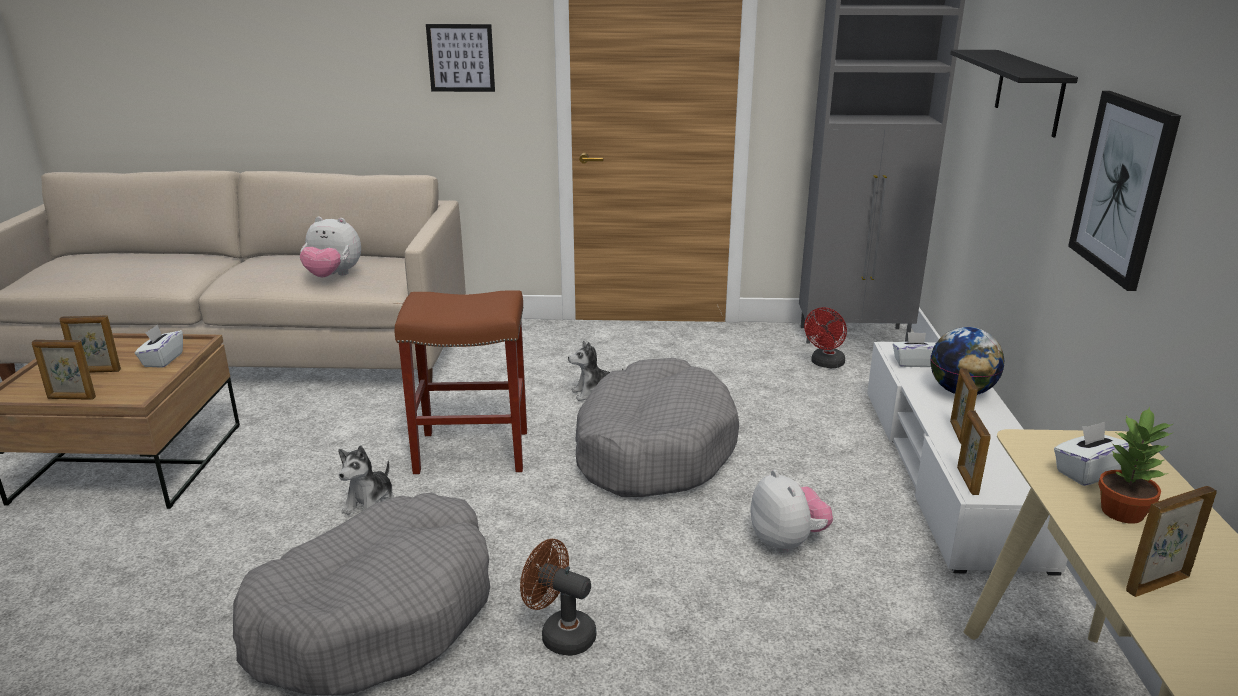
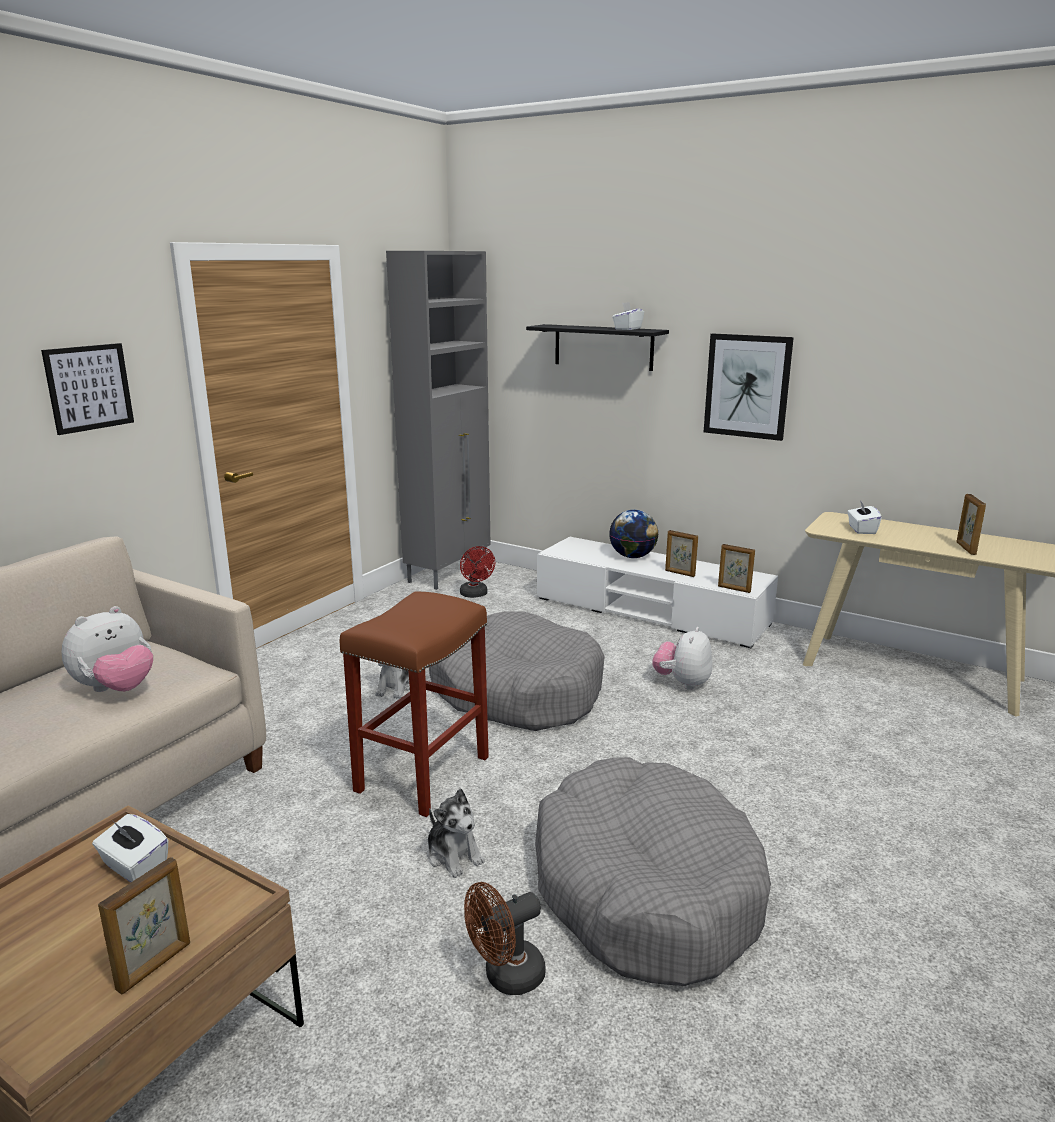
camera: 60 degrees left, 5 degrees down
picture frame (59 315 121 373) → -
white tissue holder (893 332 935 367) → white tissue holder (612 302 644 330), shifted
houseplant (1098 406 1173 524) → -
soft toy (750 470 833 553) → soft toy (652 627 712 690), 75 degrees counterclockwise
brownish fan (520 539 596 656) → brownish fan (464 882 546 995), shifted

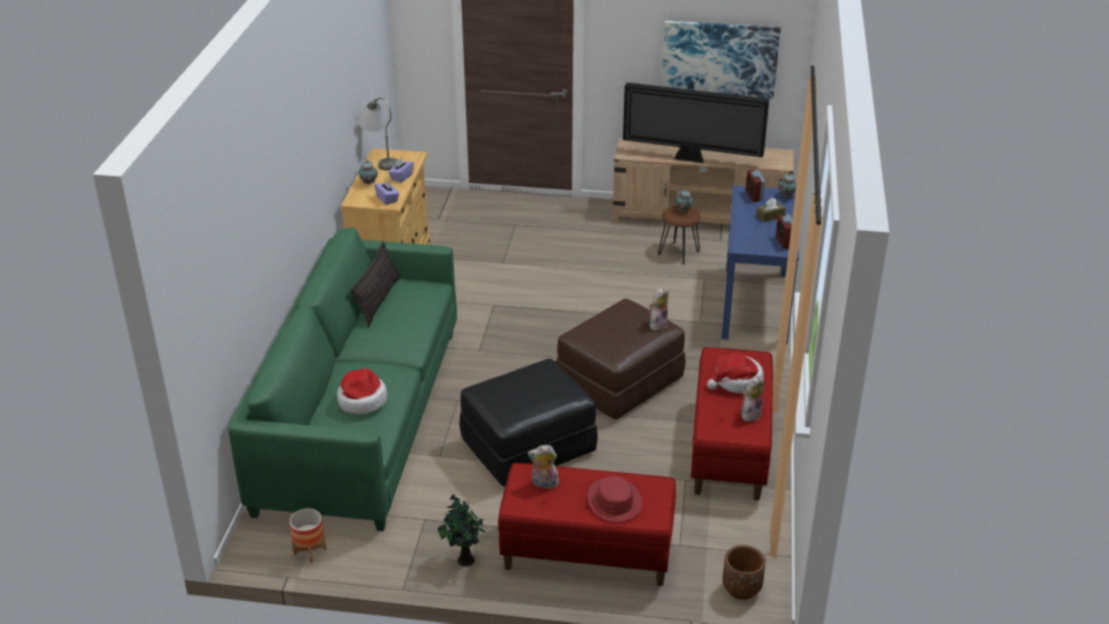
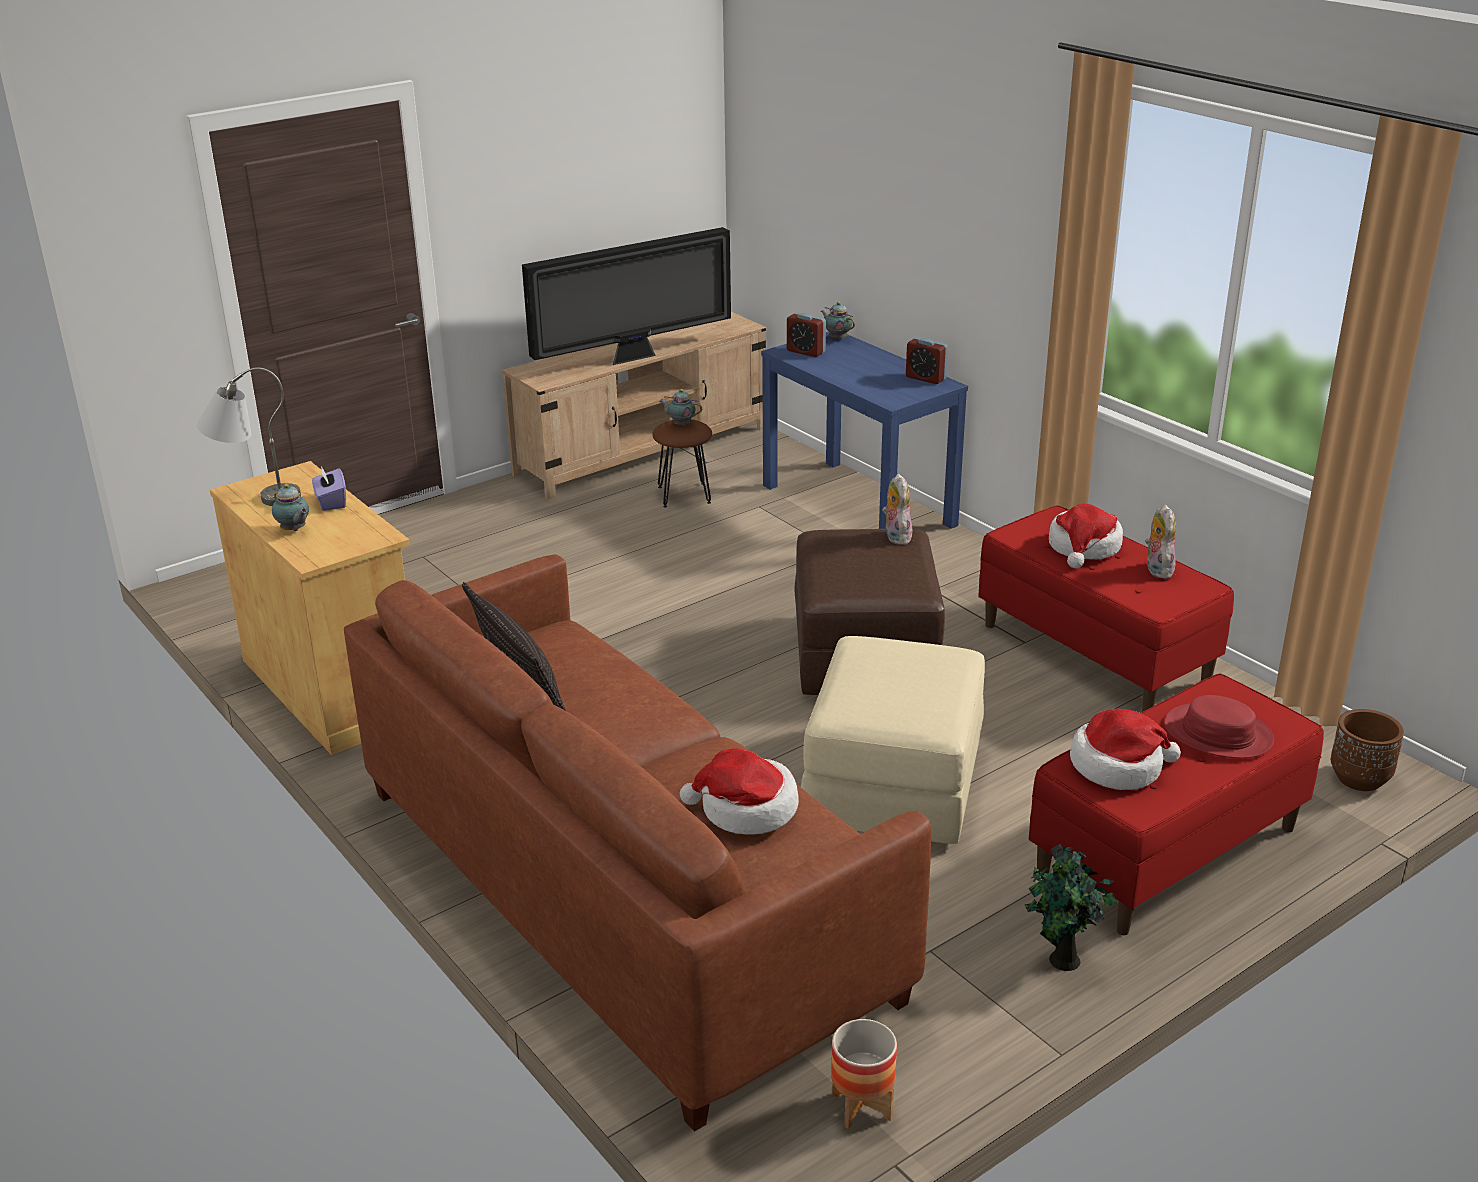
camera: 45 degrees left, 5 degrees down
wall art (662 21 781 99) → -
purple tissue holder (374 179 399 205) → -
brownish tissue holder (757 198 785 222) → -
green-coloured couch (228 228 457 531) → brownish couch (344 554 931 1132)
black pouffe (459 359 598 487) → beige-coloured pouffe (801 636 985 844)
soft toy (528 445 559 489) → wearable hat (1070 708 1181 790)

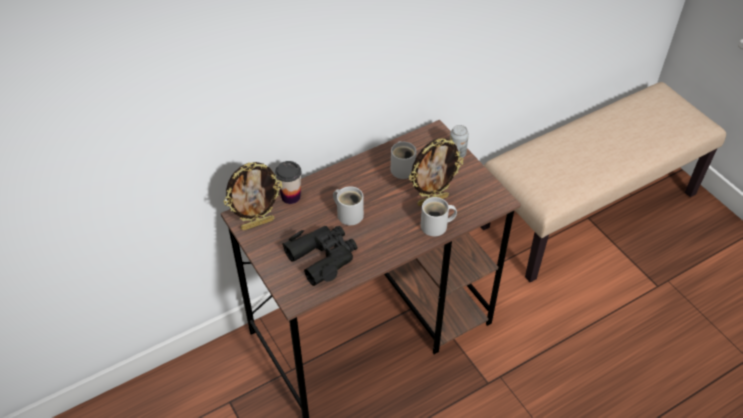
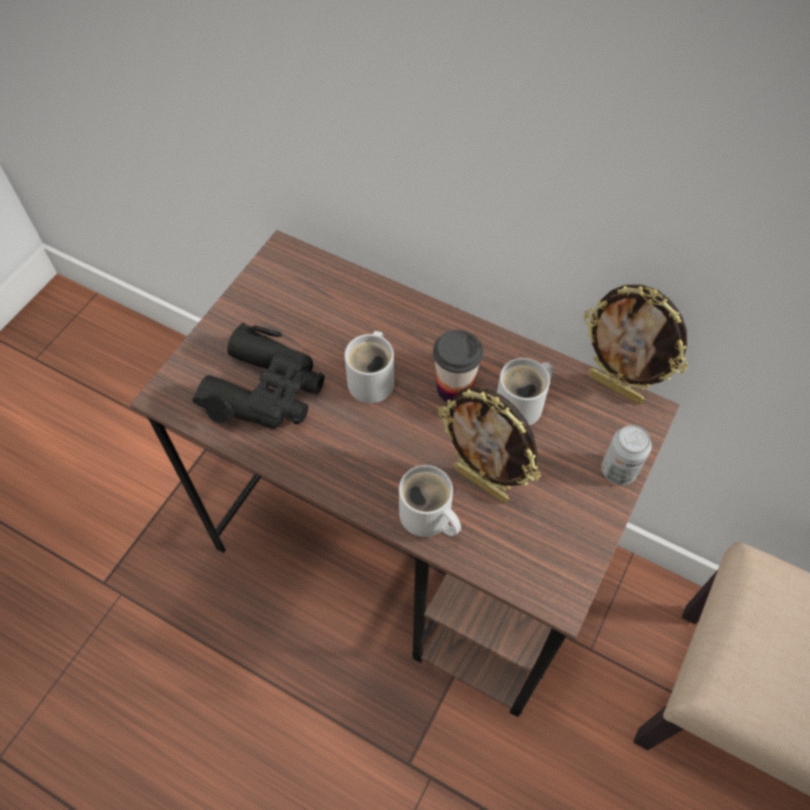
camera: 60 degrees right, 10 degrees up
small cup (275 161 302 204) → small cup (433 330 483 403), shifted
picture frame (224 162 282 231) → picture frame (584 285 688 404), shifted

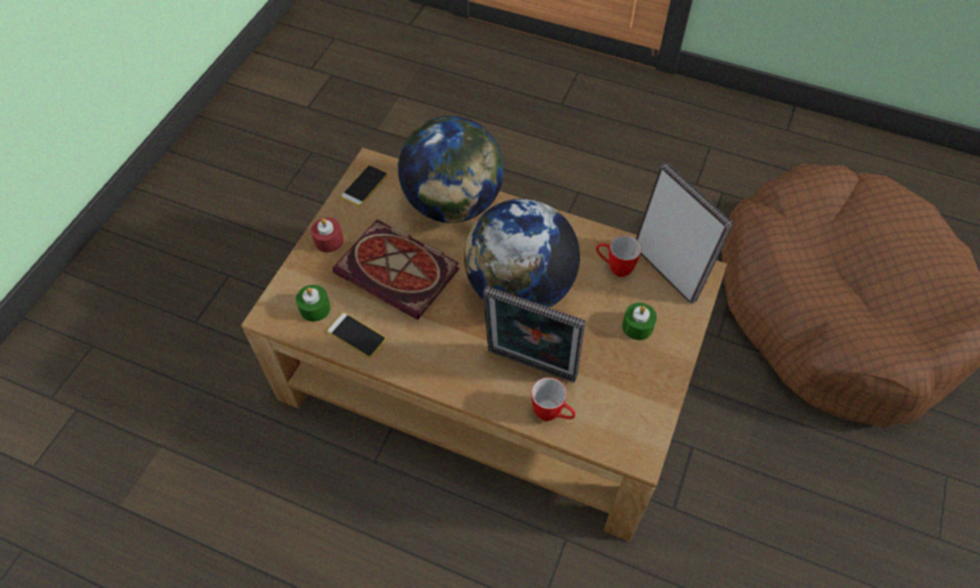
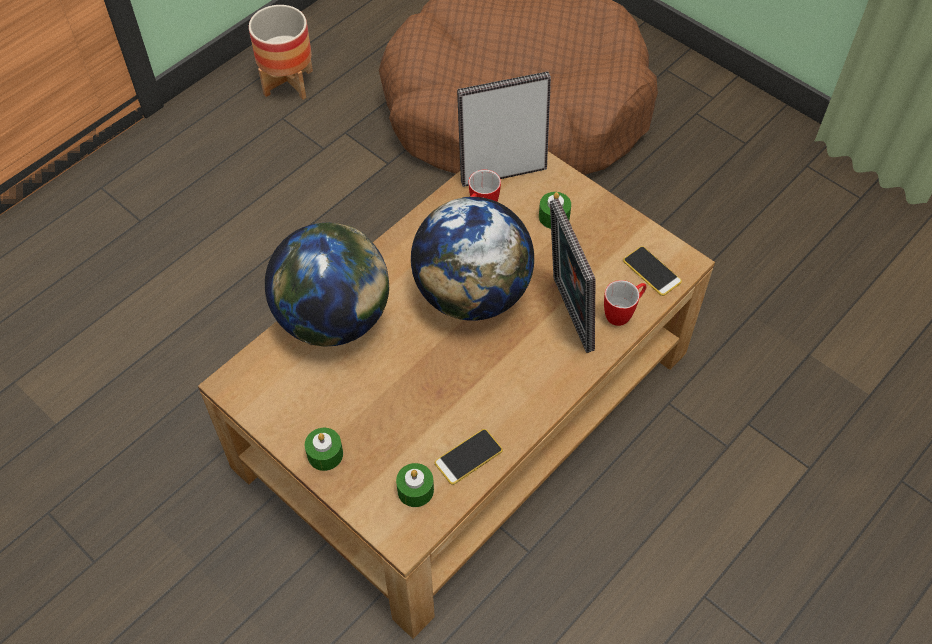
camera: 70 degrees left, 0 degrees up
handset (341 165 388 207) → handset (623 246 682 296), shifted
reddish wax light (311 217 344 252) → green-coloured wax light (305 428 343 471)
bound book (333 220 459 320) → -
picture frame (483 286 586 383) → picture frame (550 199 596 353), 120 degrees clockwise
- → plant pot (249 5 313 100)

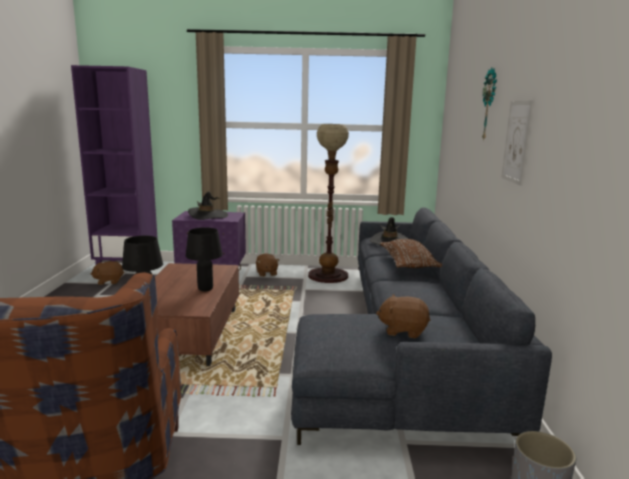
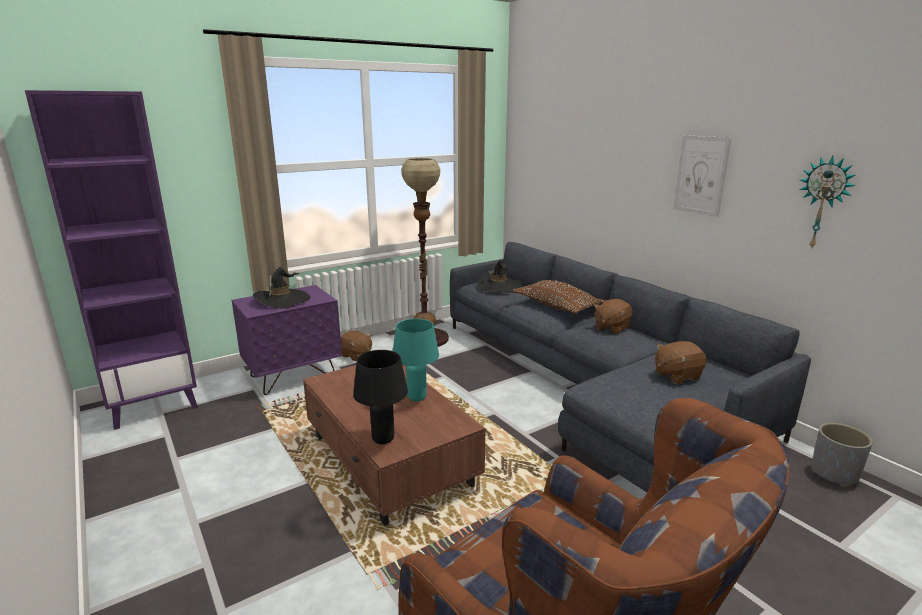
camera: 35 degrees left, 5 degrees up
wall clock (482 67 497 141) → wall clock (800 156 856 250), shifted
black lamp for a table (186 227 223 291) → blue-green lamp for a table (393 319 439 401)
brownish soft toy (90 261 124 285) → brownish soft toy (594 299 632 334), shifted

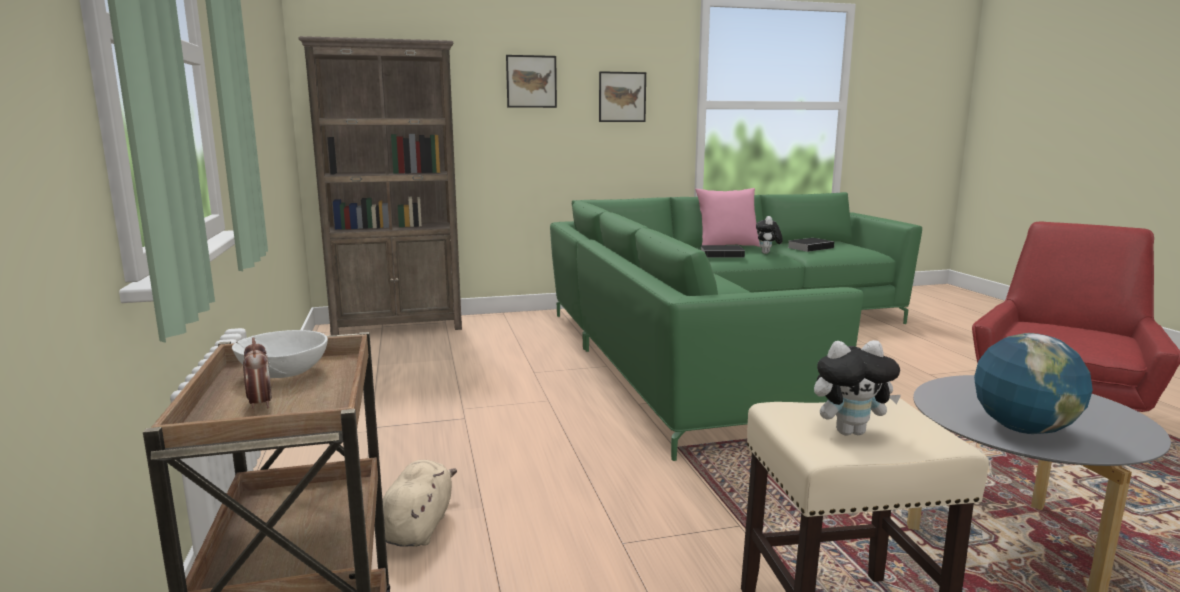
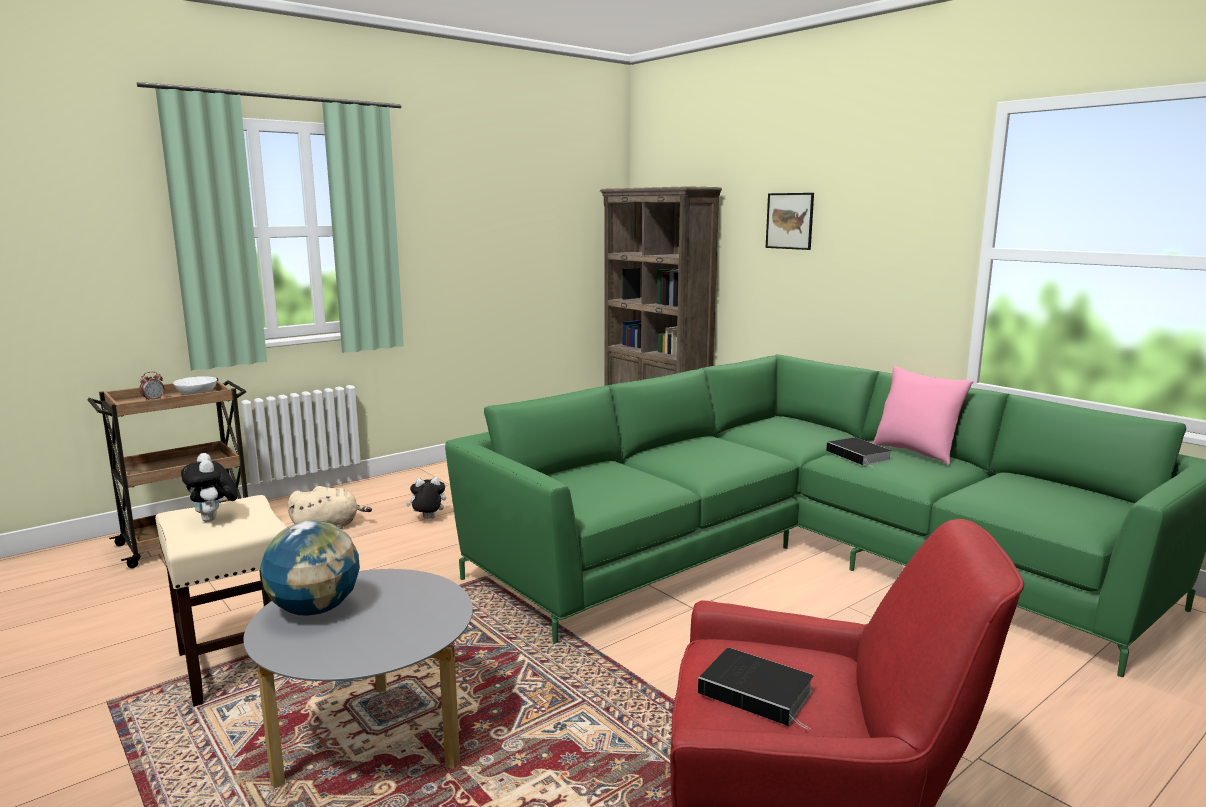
camera: 65 degrees right, 0 degrees up
wall art (599 71 646 122) → -
soft toy (756 216 783 254) → soft toy (406 477 446 519), shifted
bound book (787 238 834 252) → bound book (698 648 814 730), shifted

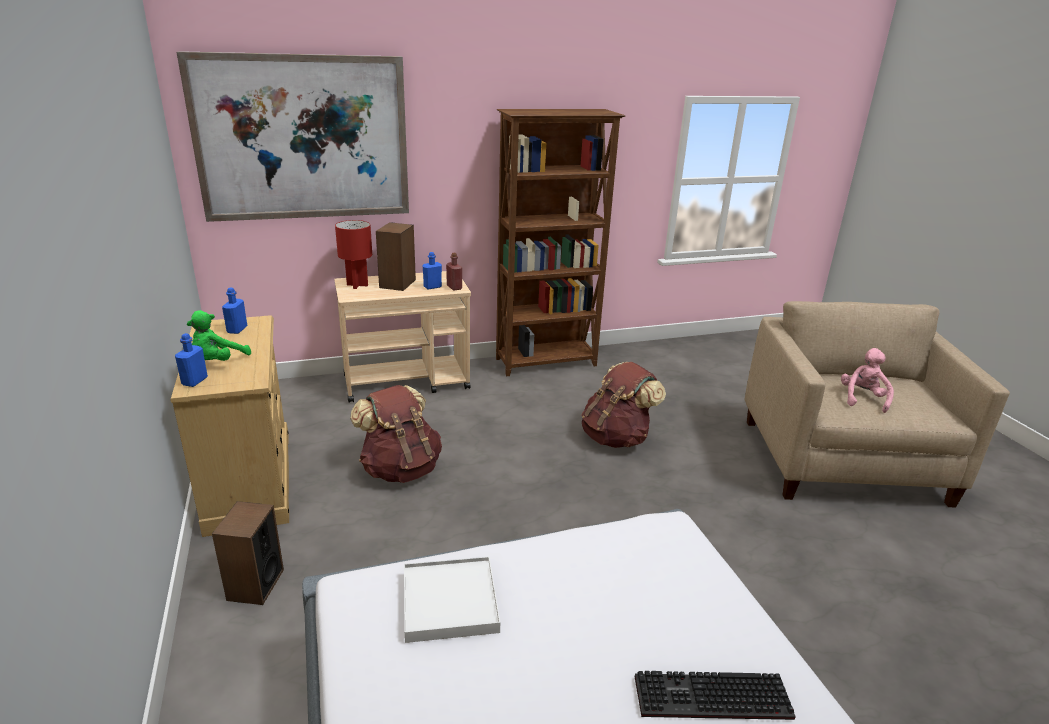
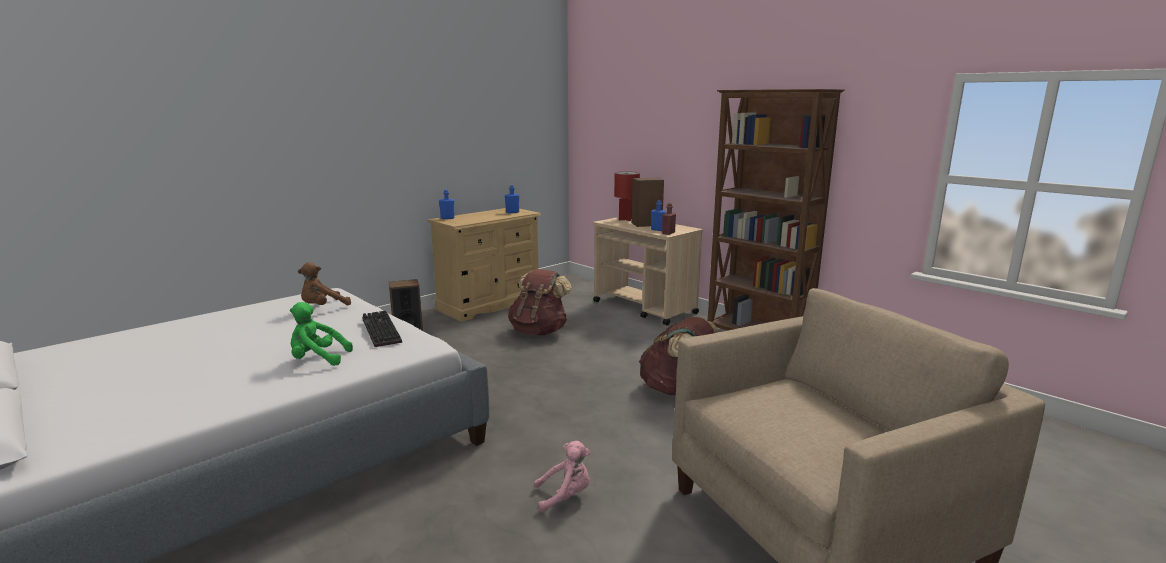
camera: 65 degrees right, 10 degrees down
wall art (177 51 409 222) → -
green-coloured soft toy (187 310 251 361) → green-coloured soft toy (290 302 353 366), shifted
pink-coloured soft toy (841 348 894 413) → pink-coloured soft toy (534 441 590 512), shifted
white serving tray (404 556 500 643) → brownish soft toy (298 262 351 306)
keyboard (635 671 796 720) → keyboard (362 311 402 347), shifted

